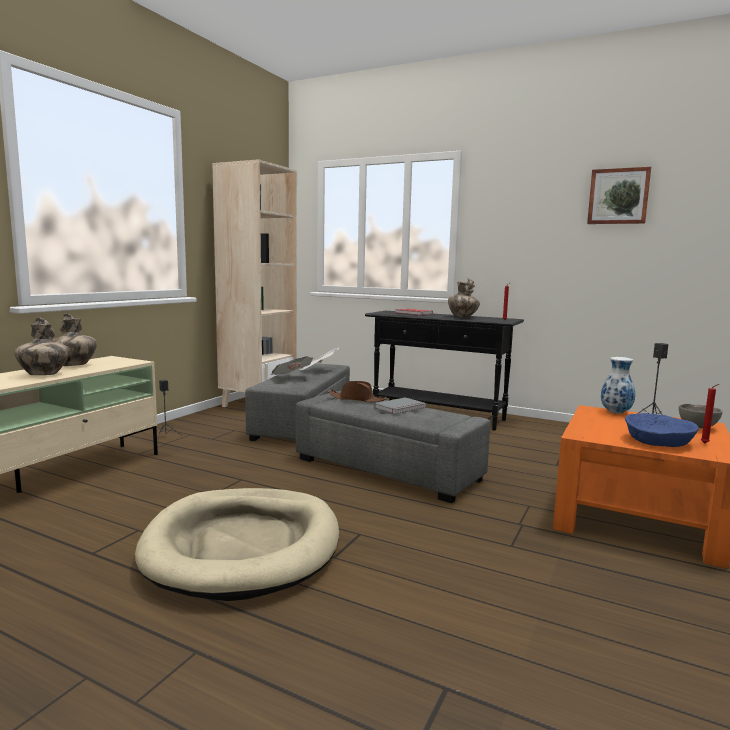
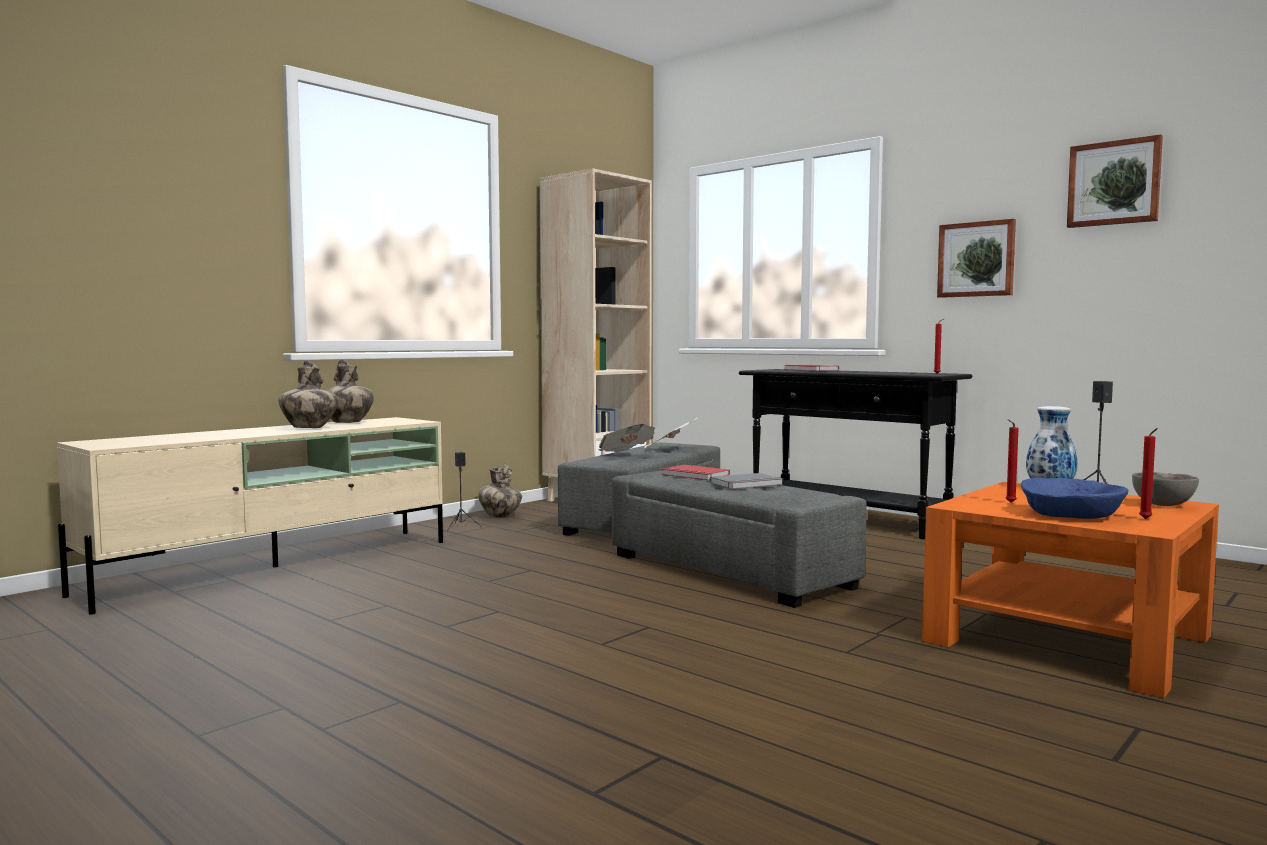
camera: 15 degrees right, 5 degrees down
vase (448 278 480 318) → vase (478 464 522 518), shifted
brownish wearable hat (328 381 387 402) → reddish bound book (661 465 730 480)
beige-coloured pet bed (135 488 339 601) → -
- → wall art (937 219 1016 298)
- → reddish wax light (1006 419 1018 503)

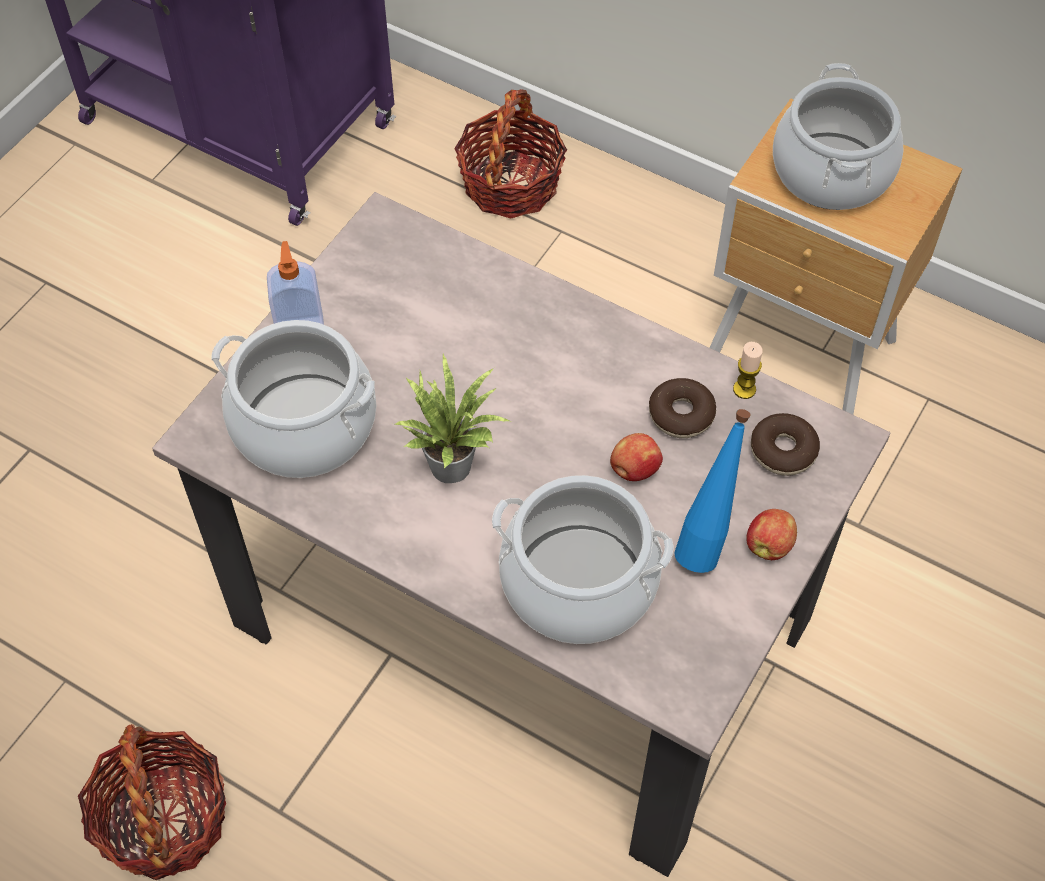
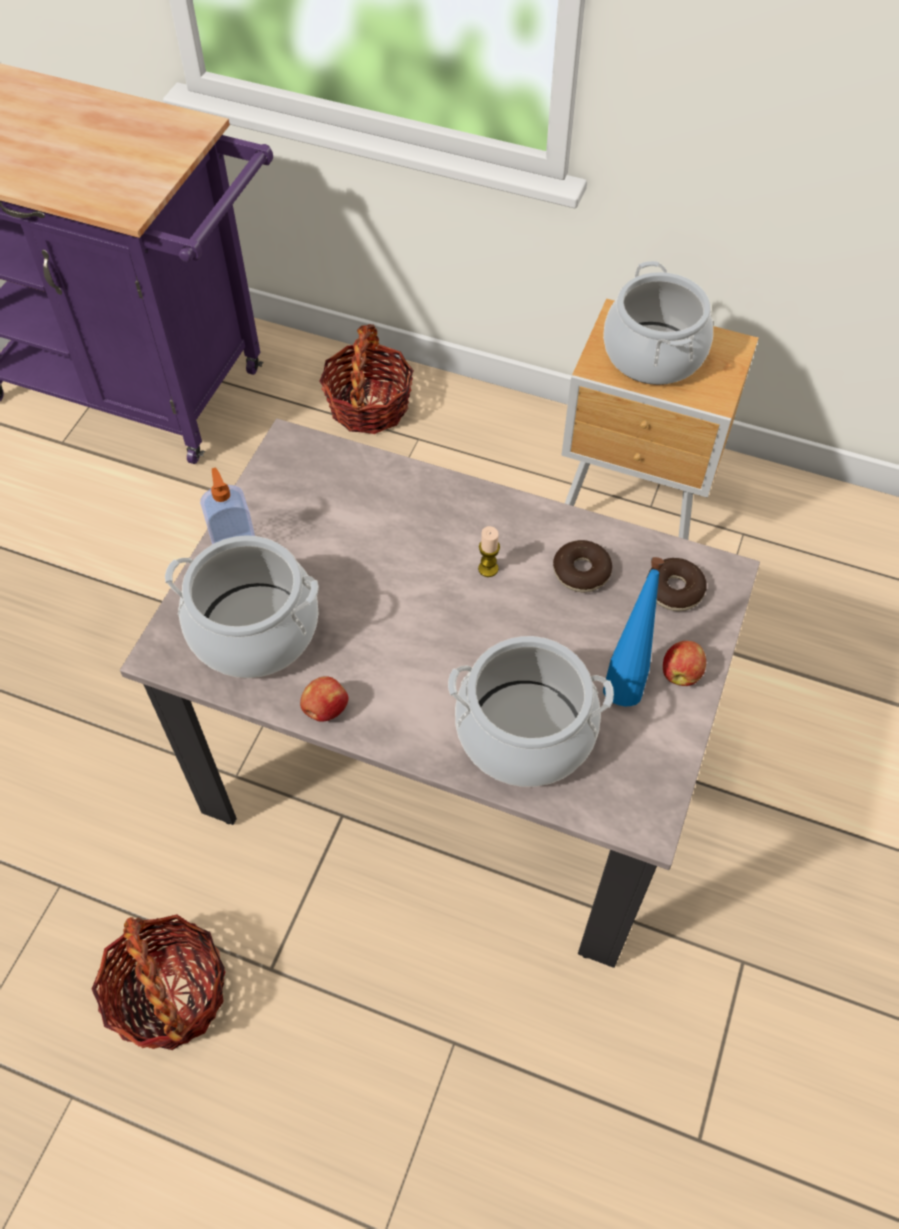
camera: 10 degrees left, 0 degrees up
wax light (733 342 762 399) → wax light (478 526 500 577), shifted
houseplant (395 352 510 483) → -
apple fruit (610 433 663 481) → apple fruit (300 676 349 721), shifted

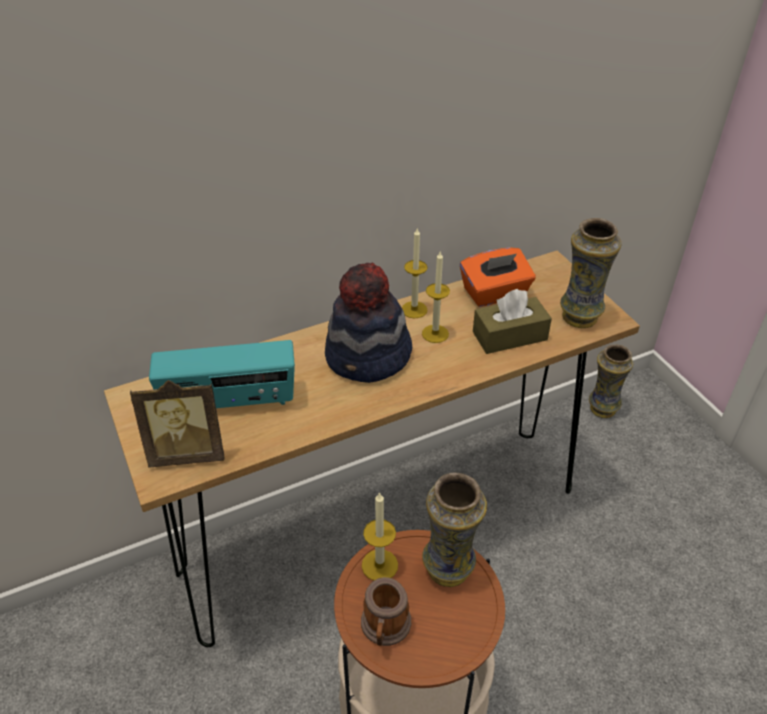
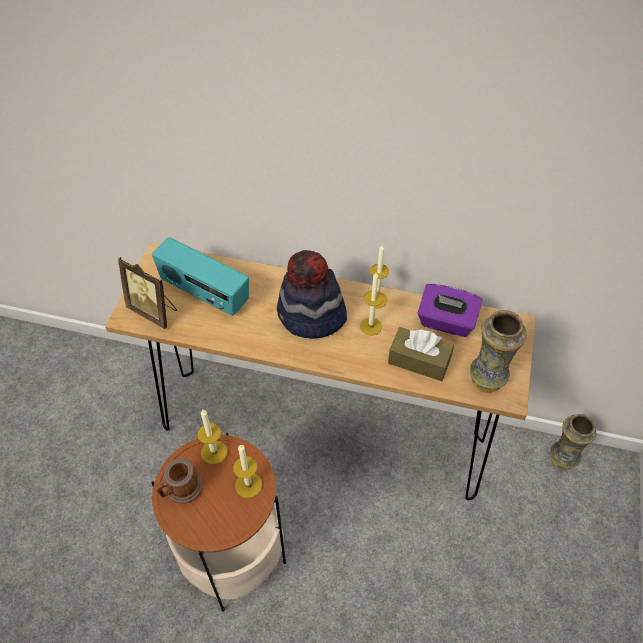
camera: 40 degrees right, 10 degrees up
orangey tissue holder (460 247 536 307) → purple tissue holder (418 284 483 337)
vase (422 473 487 587) → wax light (233 444 262 498)

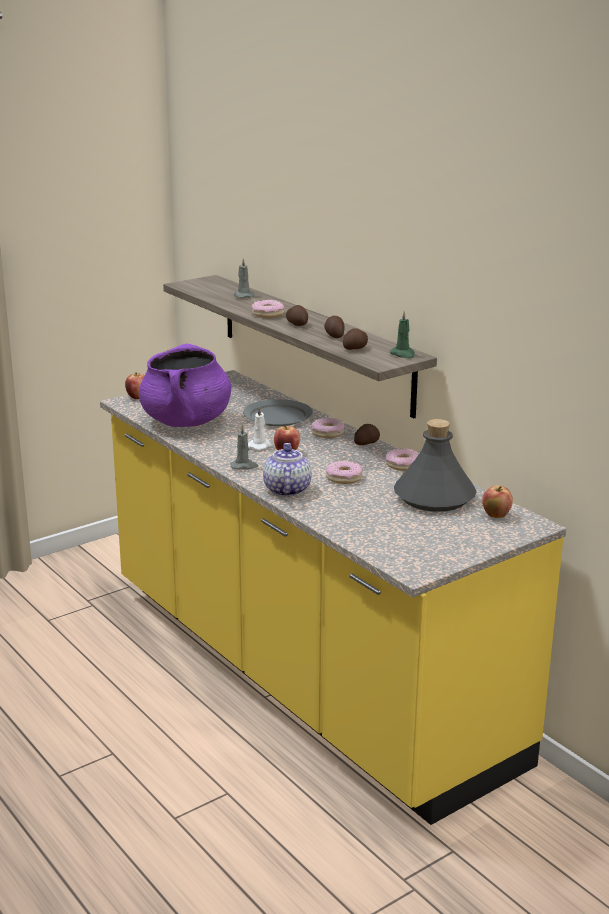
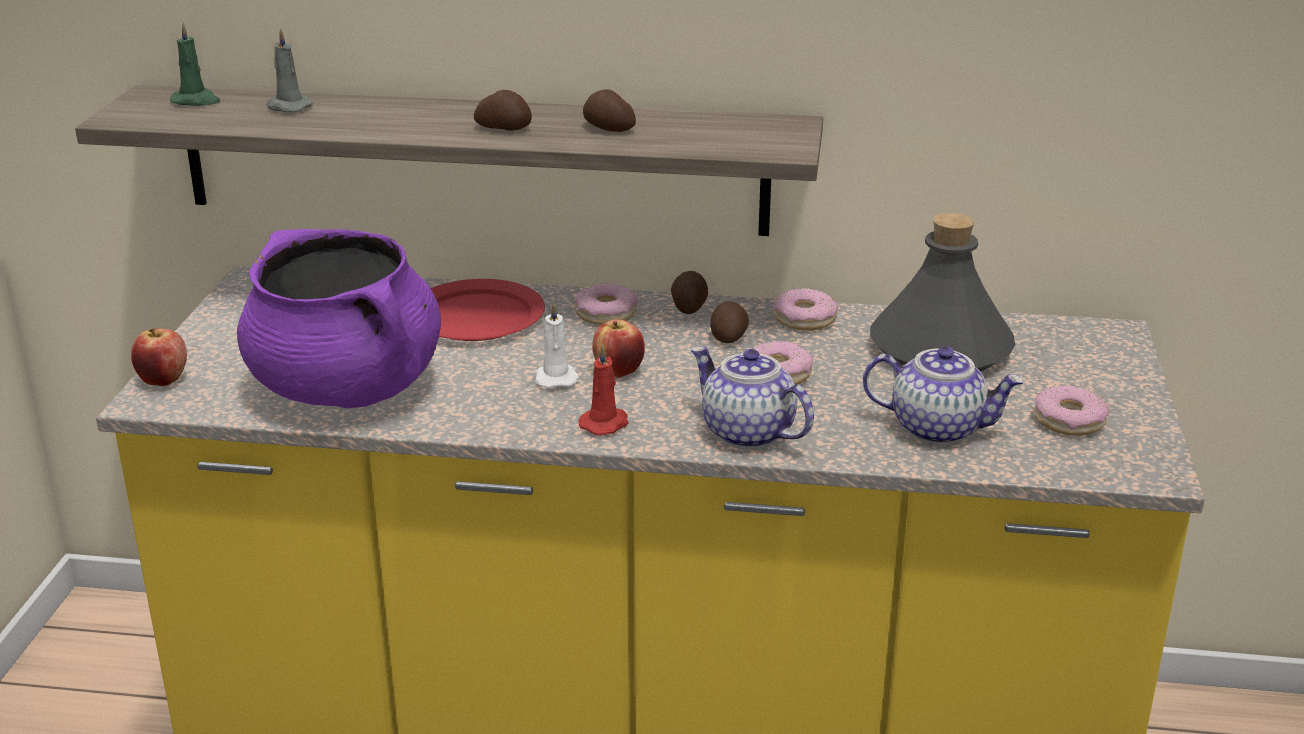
camera: 45 degrees left, 5 degrees up
ring doughnut (252 300 284 318) → ring doughnut (1034 385 1110 436), shifted
green-coloured wax light (390 310 415 358) → green-coloured wax light (170 23 220 106), shifted
spud (343 328 368 350) → spud (710 301 749 343), shifted
greyish dinner plate (243 399 313 426) → reddish dinner plate (430 279 545 341)
greyish wax light (230 425 258 470) → reddish wax light (578 345 629 436)
apple fruit (482 485 513 518) → -
- → teapot (863 346 1024 444)

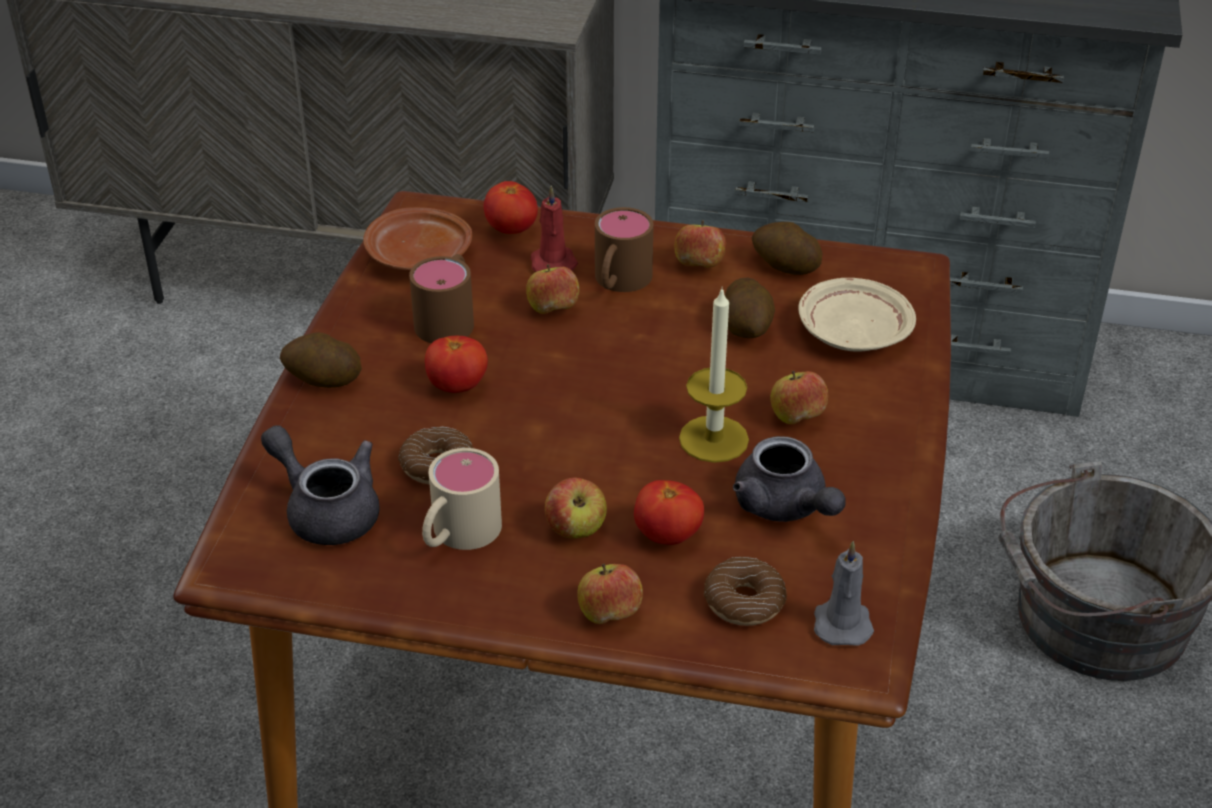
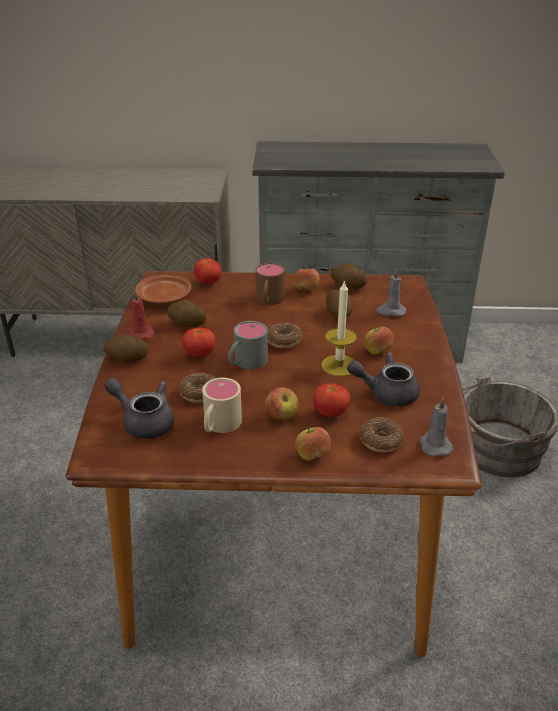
camera: 10 degrees left, 5 degrees down
reddish wax light (530 186 578 272) → reddish wax light (128 290 155 339), shifted
brownish mug (409 254 474 343) → spud (167 300 207 327)
apple fruit (526 264 579 314) → -
beige-coloured dinner plate (798 278 916 352) → greyish wax light (376 268 406 316)
greyish teapot (733 436 846 522) → greyish teapot (347 352 420 406), 135 degrees clockwise
- → greyish mug (228 321 268 370)
- → ring doughnut (268 323 303 348)

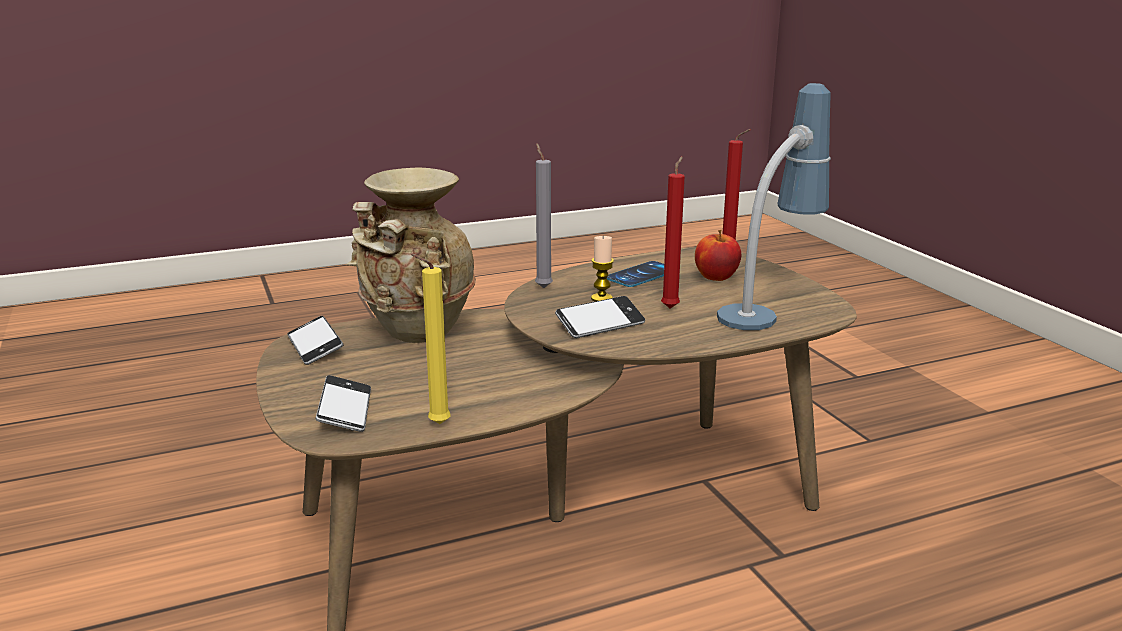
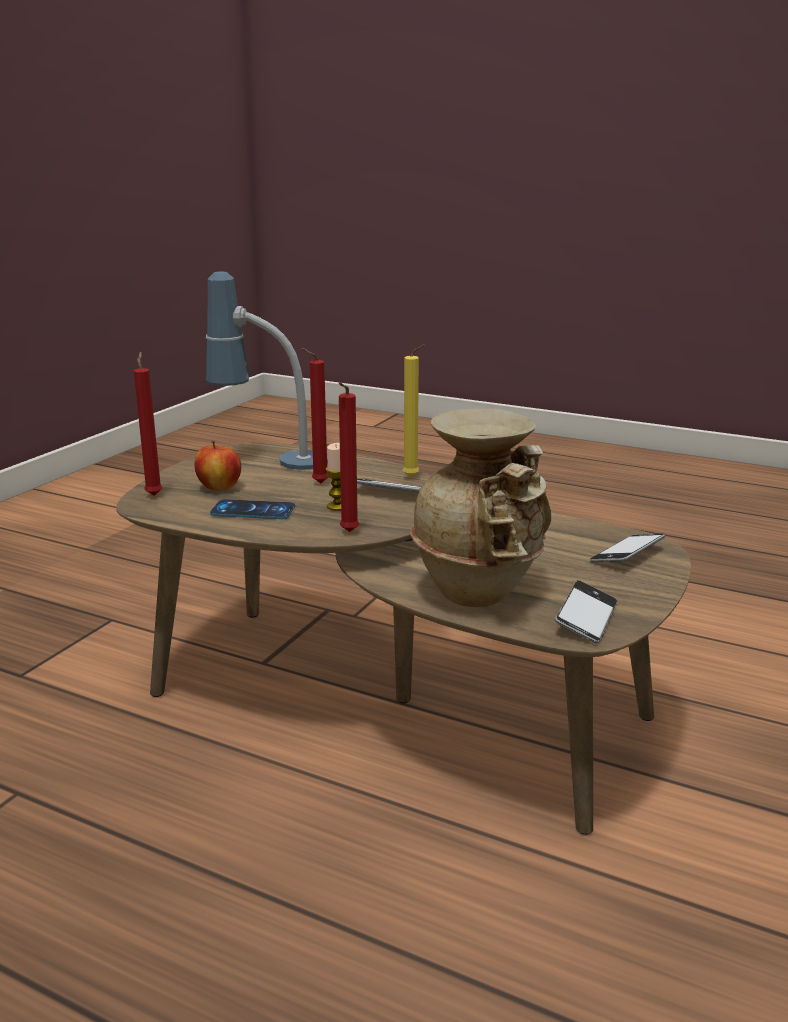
camera: 130 degrees left, 0 degrees up
greyish wax light (535 143 553 288) → reddish wax light (339 382 359 532)
yellowish wax light (411 254 451 424) → yellowish wax light (402 344 426 477), shifted

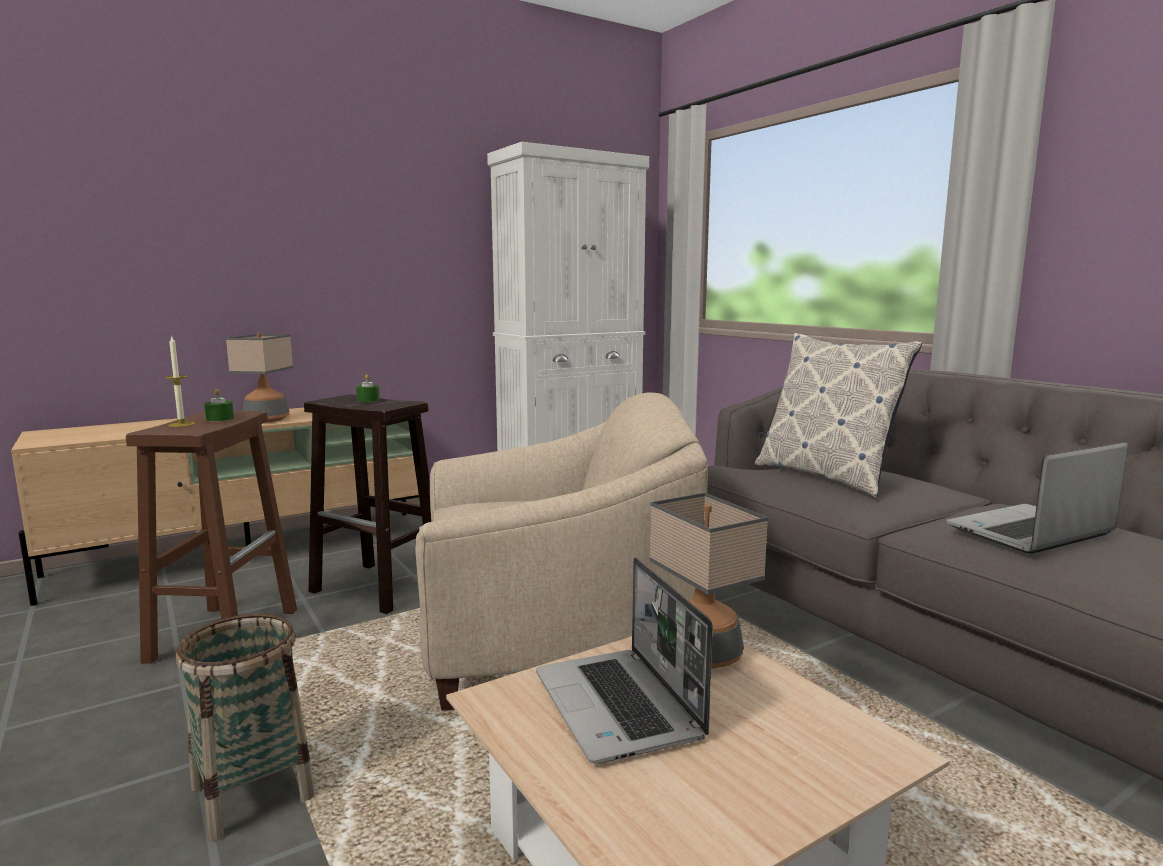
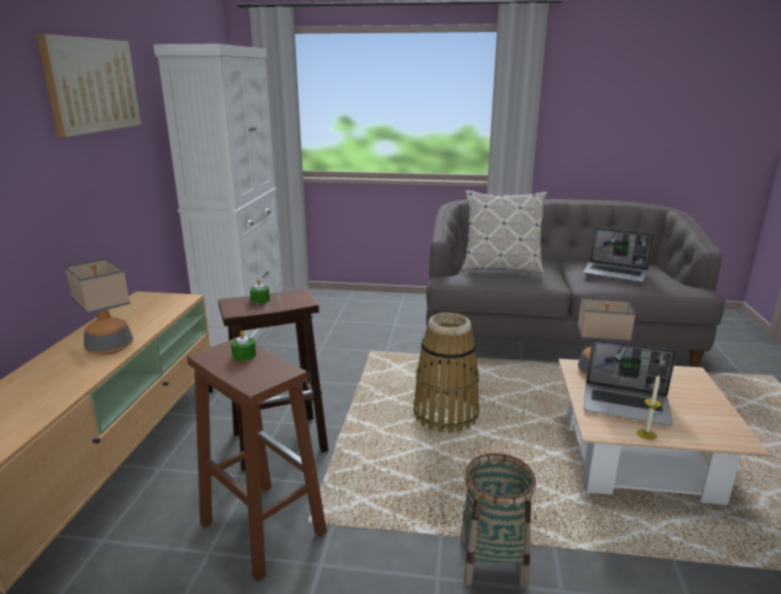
camera: 50 degrees left, 10 degrees up
wax light (165 335 195 427) → wax light (637 375 662 440), shifted
beige-coloured easy chair (415 392 708 711) → household basket (413 313 479 433)
portable computer (946 442 1128 554) → portable computer (583 227 654 282), 75 degrees counterclockwise
- → wall art (36 34 141 137)

